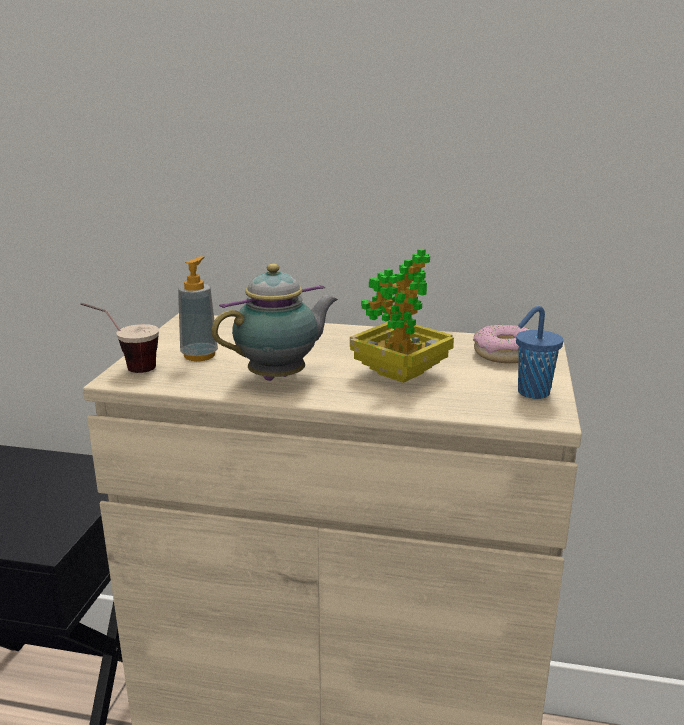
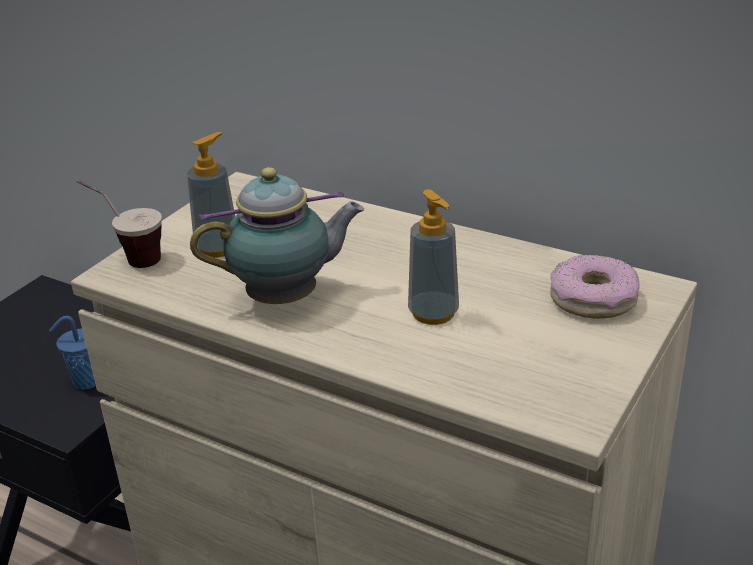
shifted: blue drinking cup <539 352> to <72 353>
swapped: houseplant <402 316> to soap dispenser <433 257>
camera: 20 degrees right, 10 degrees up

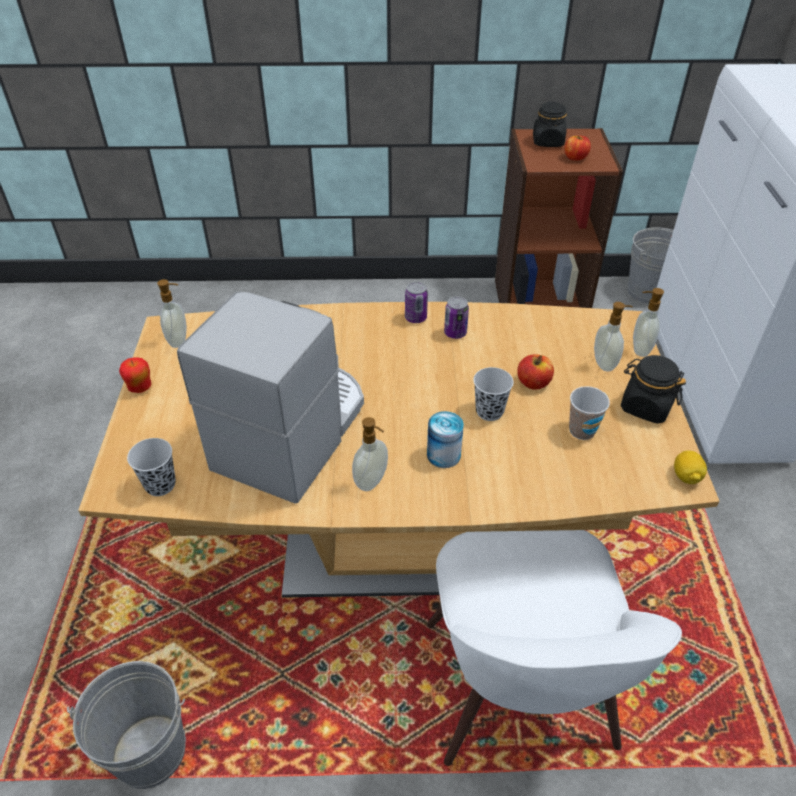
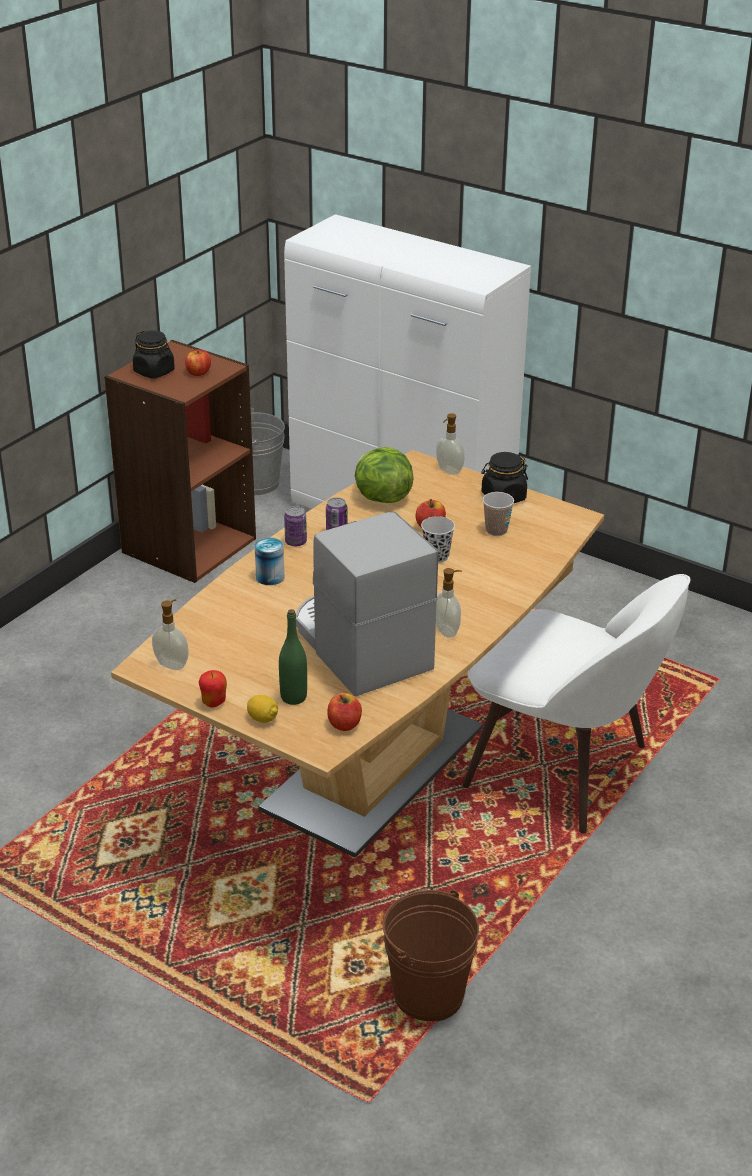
gone: soap dispenser <613 336>
new: green beverage bottle <293 657>; lettuce <384 475>
shifted: citrus fruit <690 467> to <262 709>; can <445 439> to <269 561>
swapped: black-coloured drinking cup <151 467> to apple <344 712>
repainted: gray pail <126 725> to brown-coloured pail <431 955>
camera: 55 degrees left, 10 degrees down

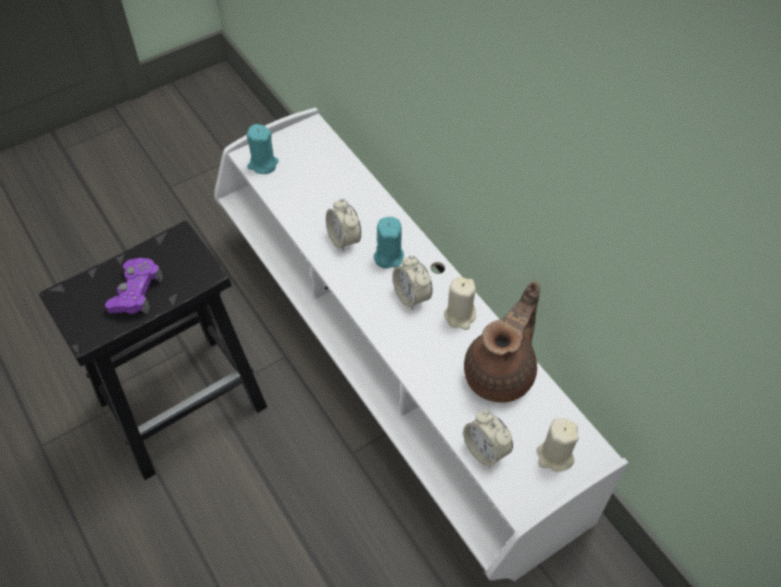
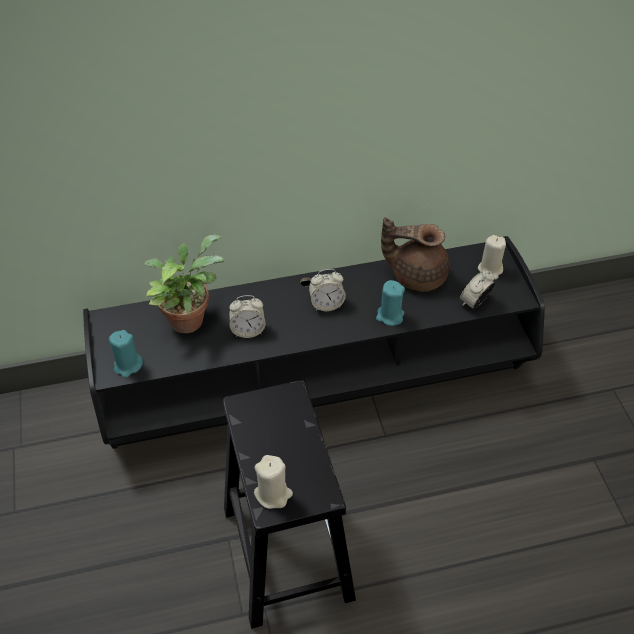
gone: purple-coloured joypad <134 286>
new: houseplant <184 283>
shifted: beige candle <460 303> to <273 482>; turquoise candle <389 243> to <390 303>
repainted: white tv unit <421 344> to black-coloured tv unit <314 342>
rotated: brown-coloured pot for tea <502 342> = <415 254> 45 degrees counterclockwise; alarm clock <488 438> = <477 290> 150 degrees clockwise
camera: 70 degrees left, 5 degrees down

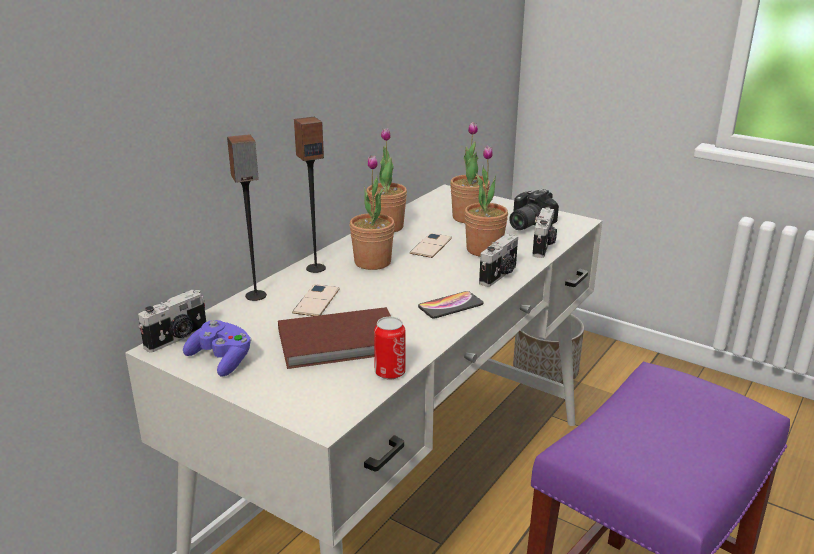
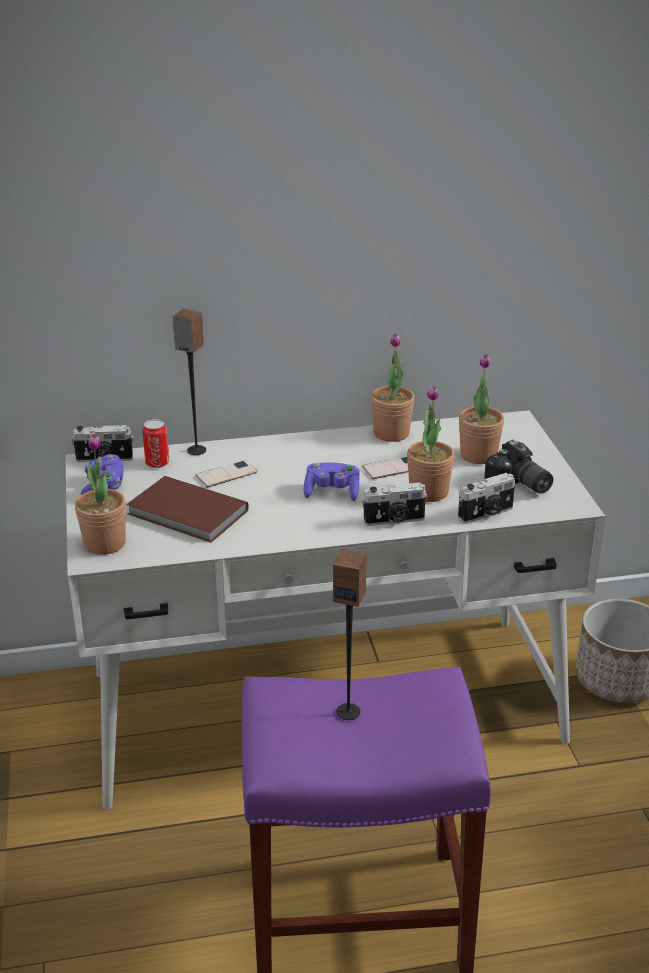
gone: handset <450 305>
new: purple-coloured joypad <332 481>
shifted: houseplant <372 212> to <100 494>; can <390 348> to <156 443>; loudspeaker <310 195> to <350 634>
rotated: photo camera <534 209> = <518 467> 120 degrees counterclockwise
camera: 45 degrees right, 5 degrees up

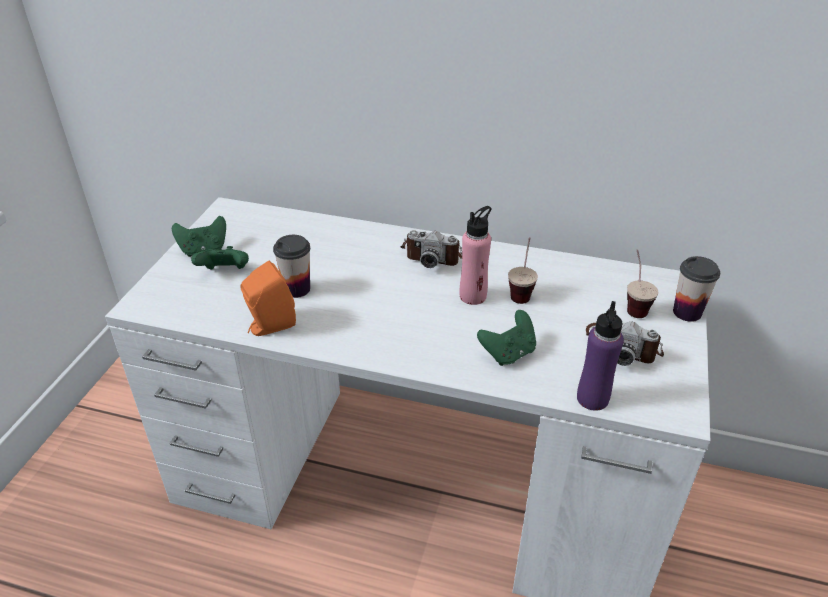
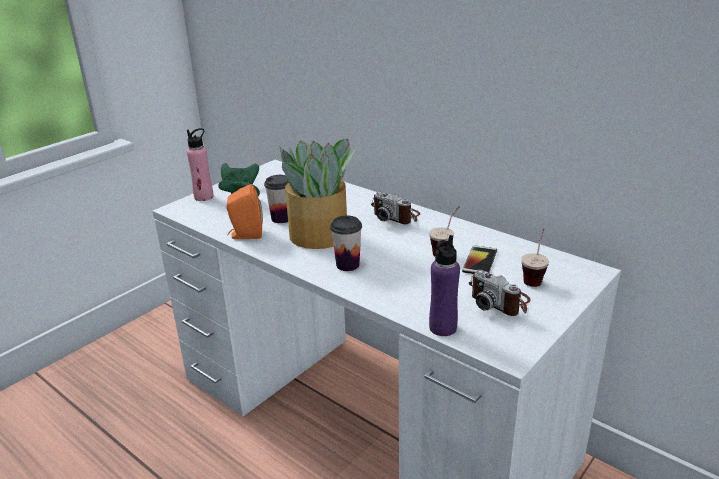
gone: green joypad <506 338>
new: houseplant <317 194>; handset <479 259>
shifted: pink-coloured beverage bottle <475 255> to <200 164>; drinking cup <696 289> to <346 243>
camera: 25 degrees right, 10 degrees down

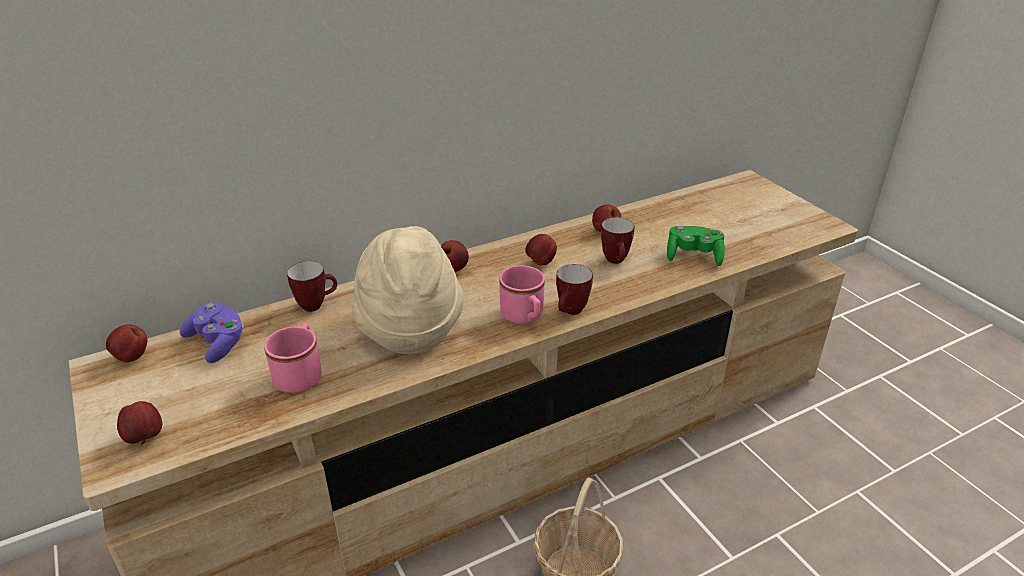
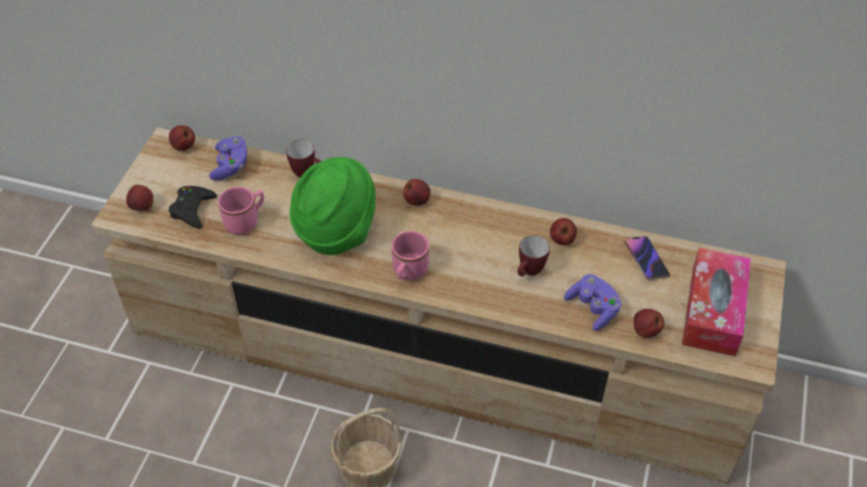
gone: tea mug <574 289>
new: black-coloured joypad <193 207>; handset <647 258>; box of tissues <716 302>
shifted: apple <541 249> to <649 323>
repainted: beige clothing hat <408 290> to green clothing hat <333 206>; green joypad <696 246> to purple-coloured joypad <593 302>
camera: 45 degrees right, 15 degrees up

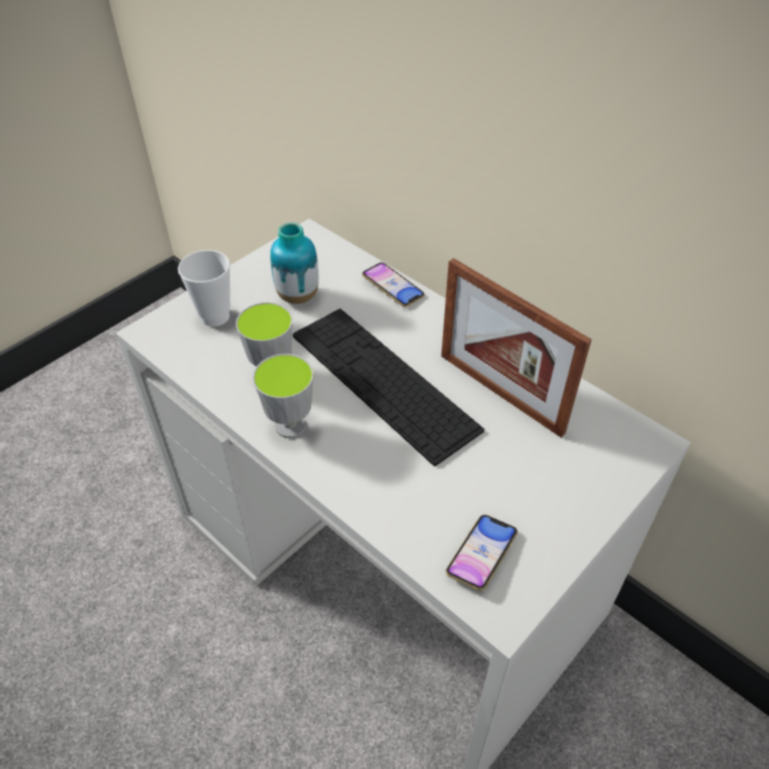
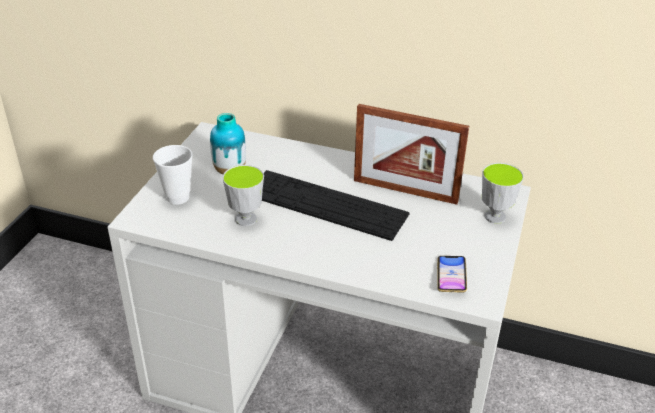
gone: handset <393 284>
shifted: drinking cup <283 396> to <503 193>
camera: 25 degrees left, 10 degrees down

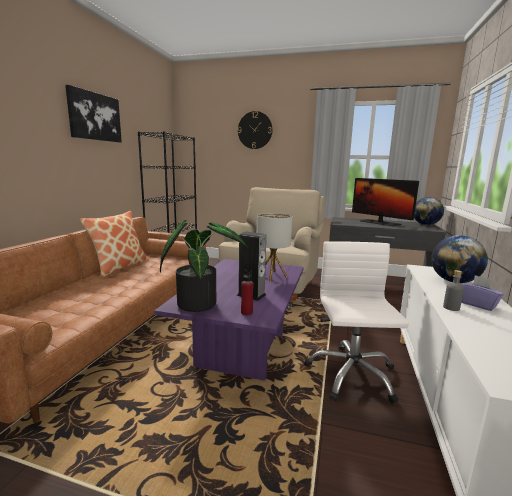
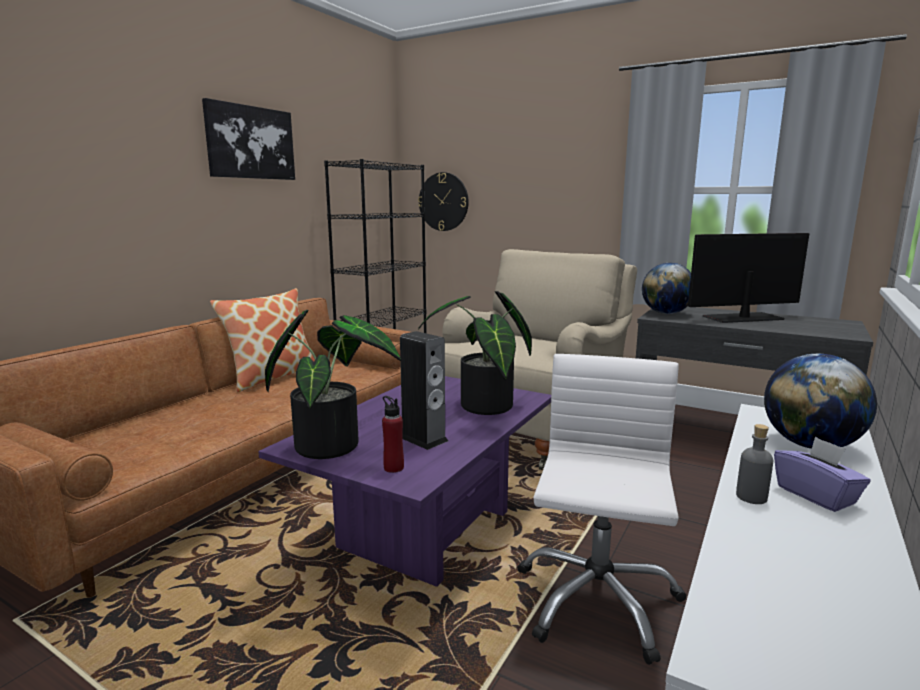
shifted: clock on the wall <255 130> to <443 201>; world globe <429 211> to <666 288>
swapped: lamp for a table <274 247> to houseplant <475 353>
rotated: computer display <385 202> = <748 278> 105 degrees clockwise
camera: 15 degrees right, 0 degrees up

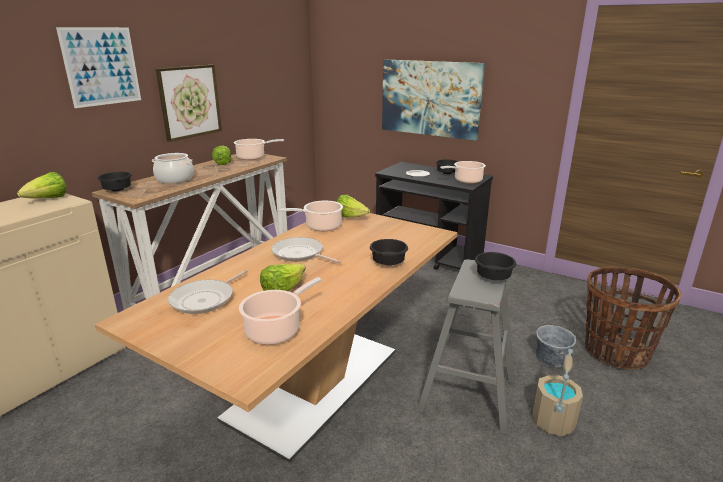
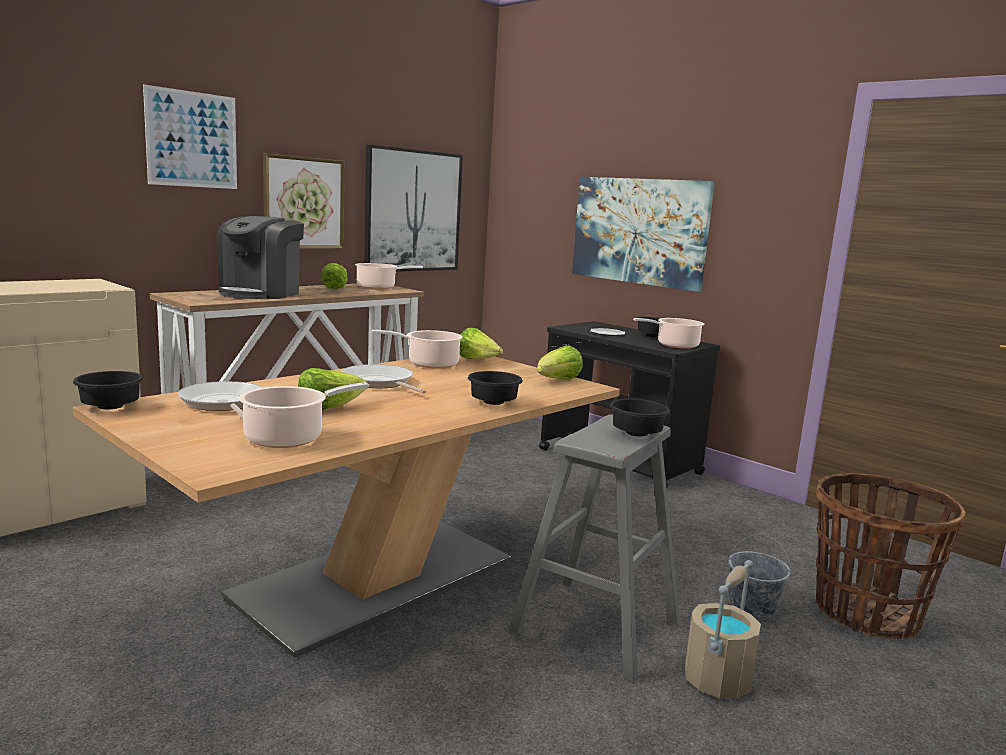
new: picture <413 208>
shifted: black-coloured bowl <114 181> to <108 390>; lettuce <42 185> to <560 362>
swapped: cooking pot <173 168> to coffee brewer <260 257>
rotated: pan <208 292> = <220 399> 105 degrees clockwise
camera: 10 degrees right, 10 degrees down

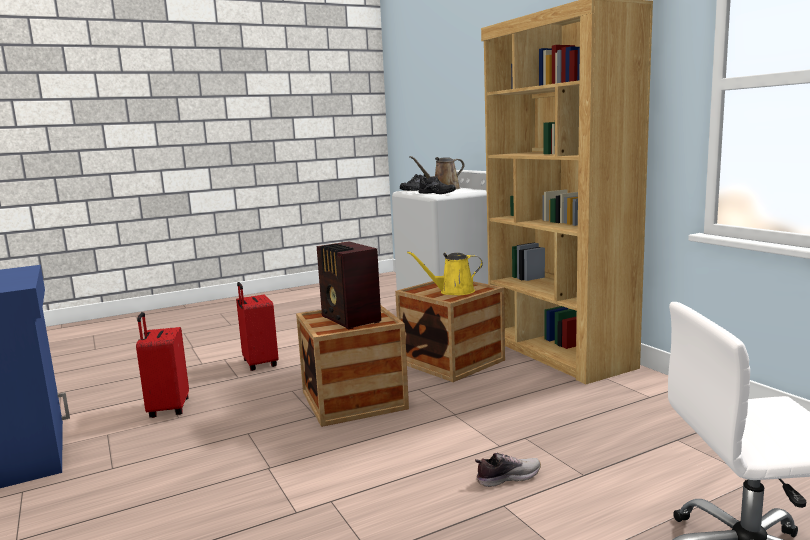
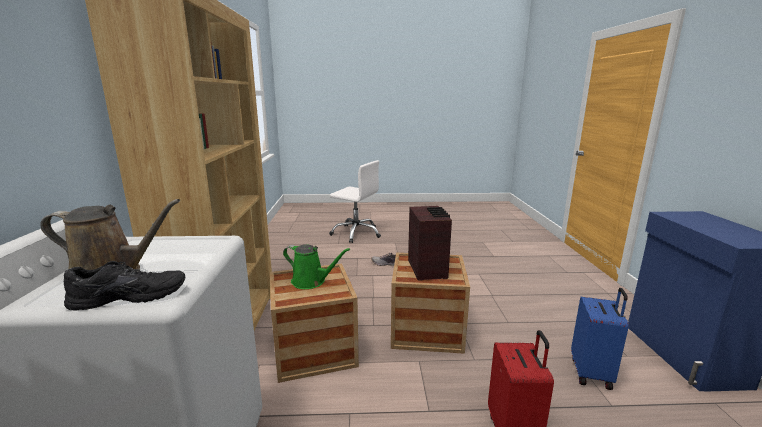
gone: black-coloured low shoe <437 185>
repainted: yellow-coloured watering pot <445 273> to green watering pot <316 266>; red-coloured travel case <162 365> to blue travel case <600 339>
camera: 155 degrees left, 5 degrees up

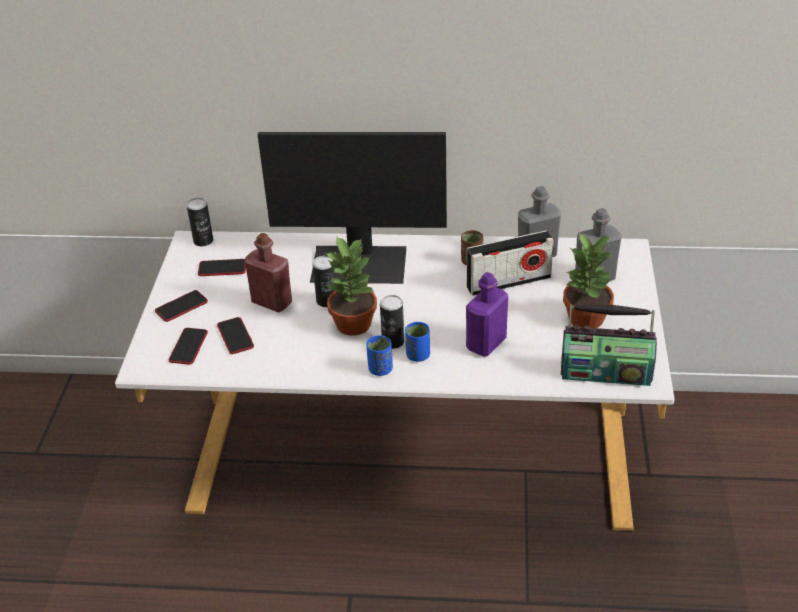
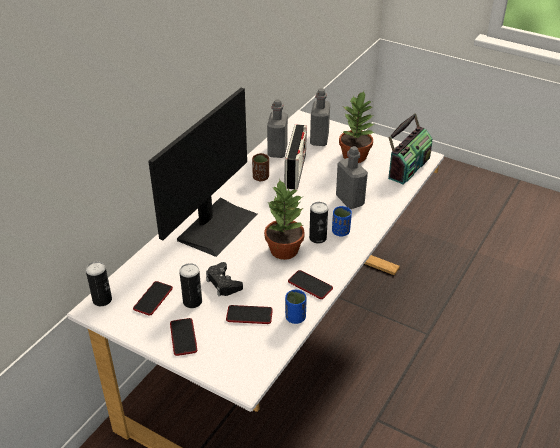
shifted: can <324 281> to <190 285>; blue drinking cup <379 355> to <296 306>; handset <188 346> to <310 284>
swapped: red-coloured beverage bottle <268 272> to black-coloured joypad <224 279>
repainted: purple-coloured beverage bottle <487 314> to gray beverage bottle <352 177>
camera: 65 degrees left, 0 degrees up

